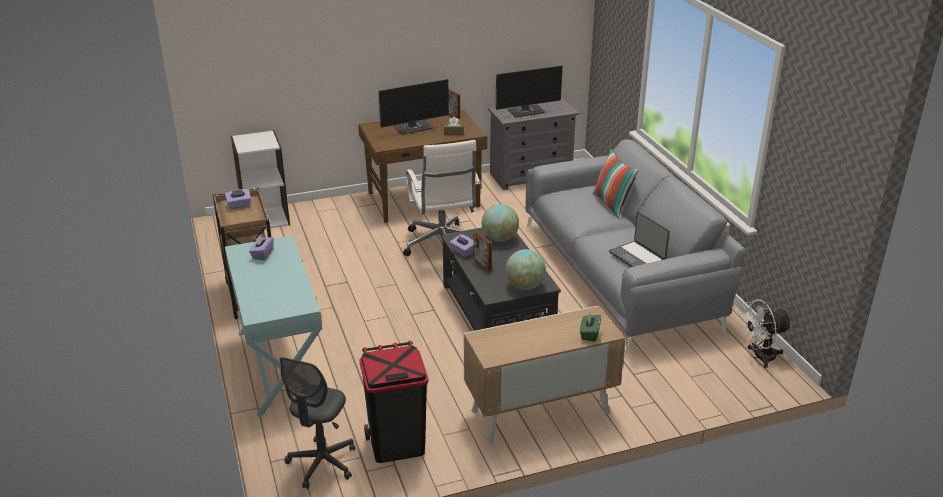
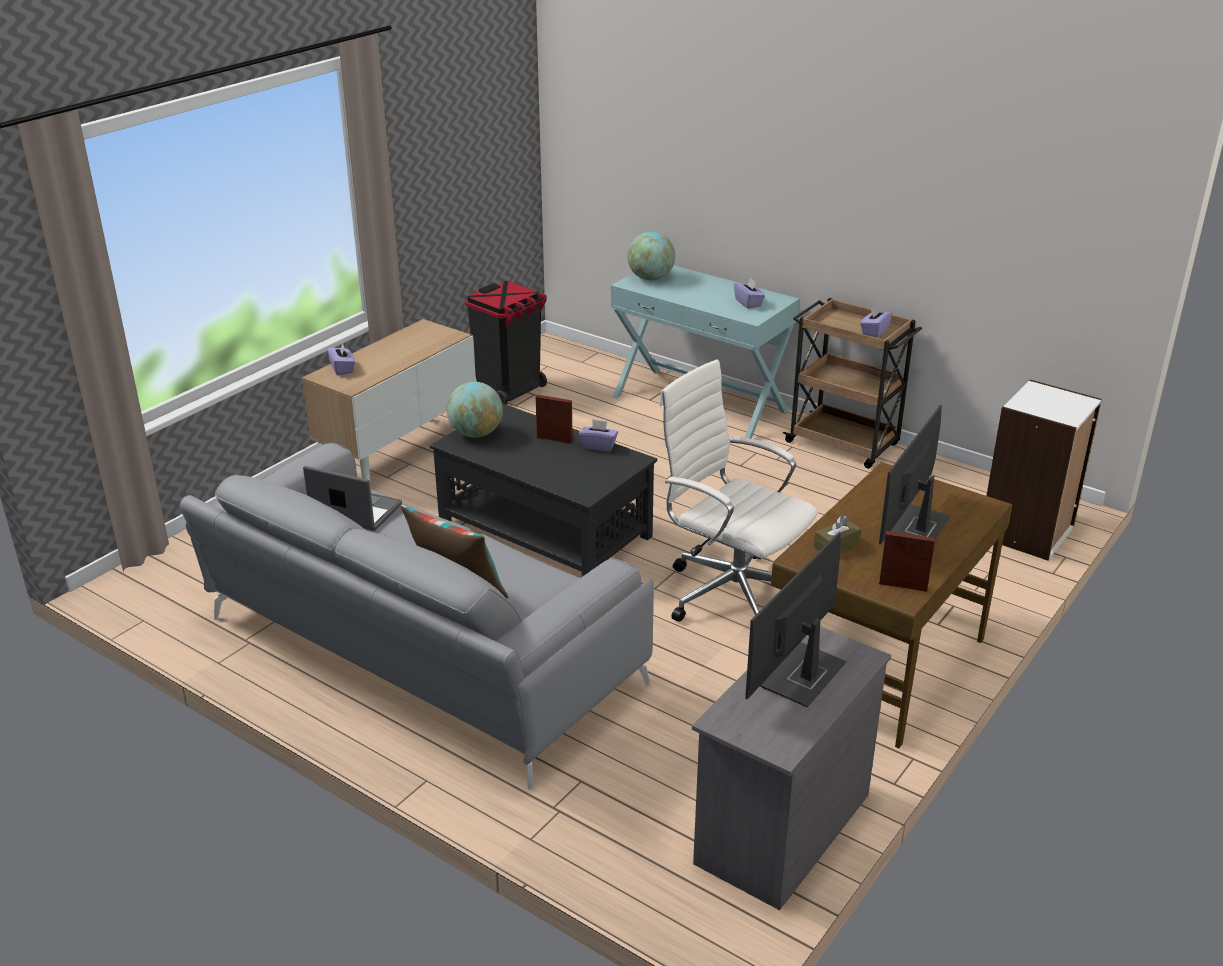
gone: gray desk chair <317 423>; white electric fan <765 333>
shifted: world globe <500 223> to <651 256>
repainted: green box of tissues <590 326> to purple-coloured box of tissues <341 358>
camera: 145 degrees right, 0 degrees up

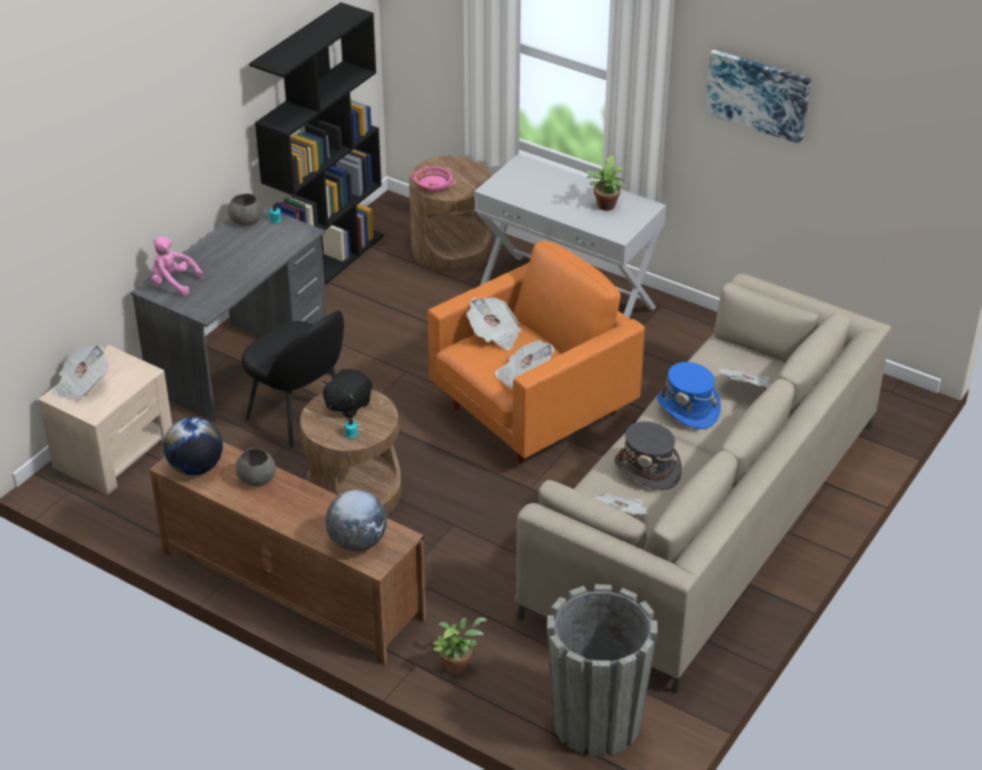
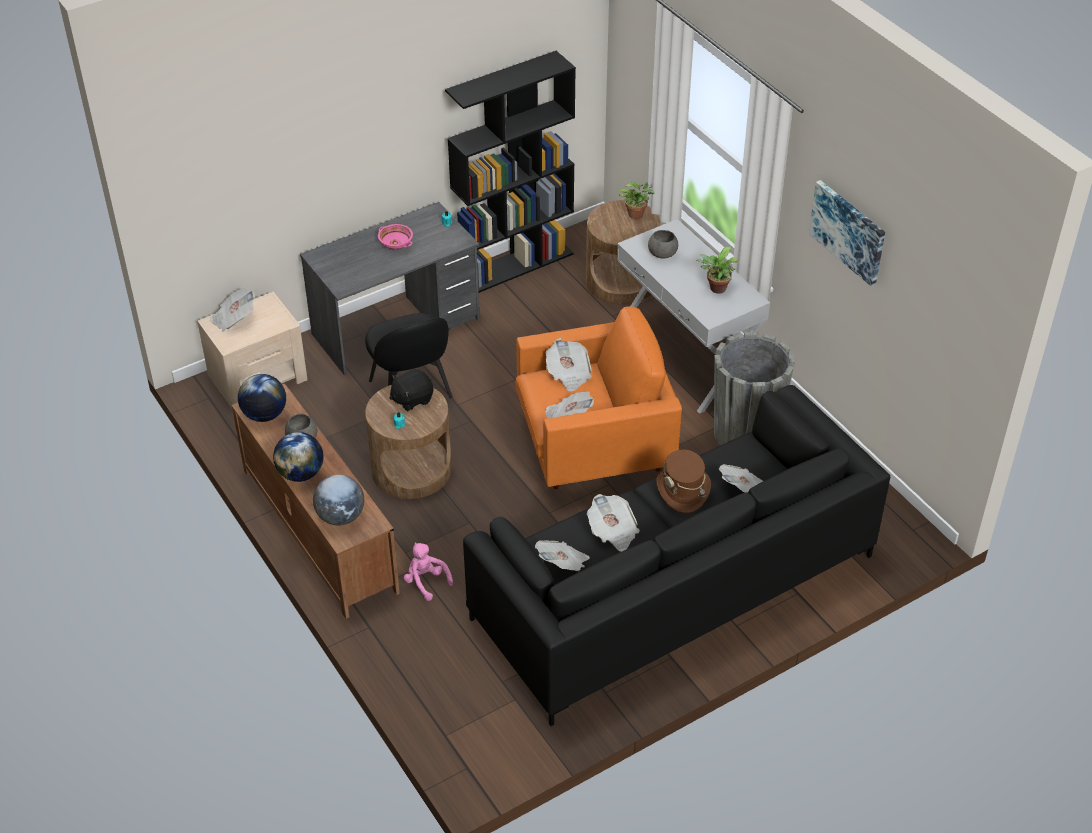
new: world globe <298 457>
shifted: pink-coloured bowl <433 179> to <395 236>; pink-coloured soft toy <177 266> to <428 571>; houseplant <460 645> to <637 200>; gray bowl <245 209> to <663 244>; gray flower pot <602 670> to <754 388>
swapped: gray clothing hat <648 455> to printed paper <613 523>
repainted: beige sofa <703 484> to black-coloured sofa <676 555>; blue clothing hat <689 395> to brown-coloured clothing hat <683 481>
camera: 25 degrees right, 5 degrees up

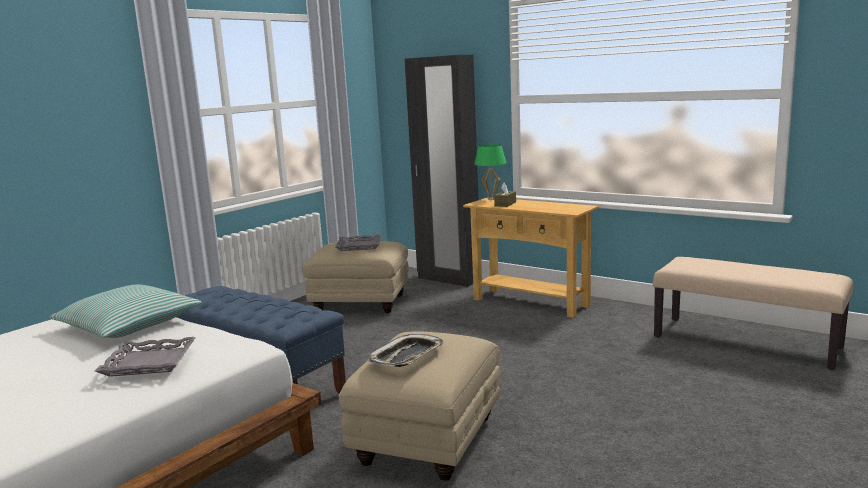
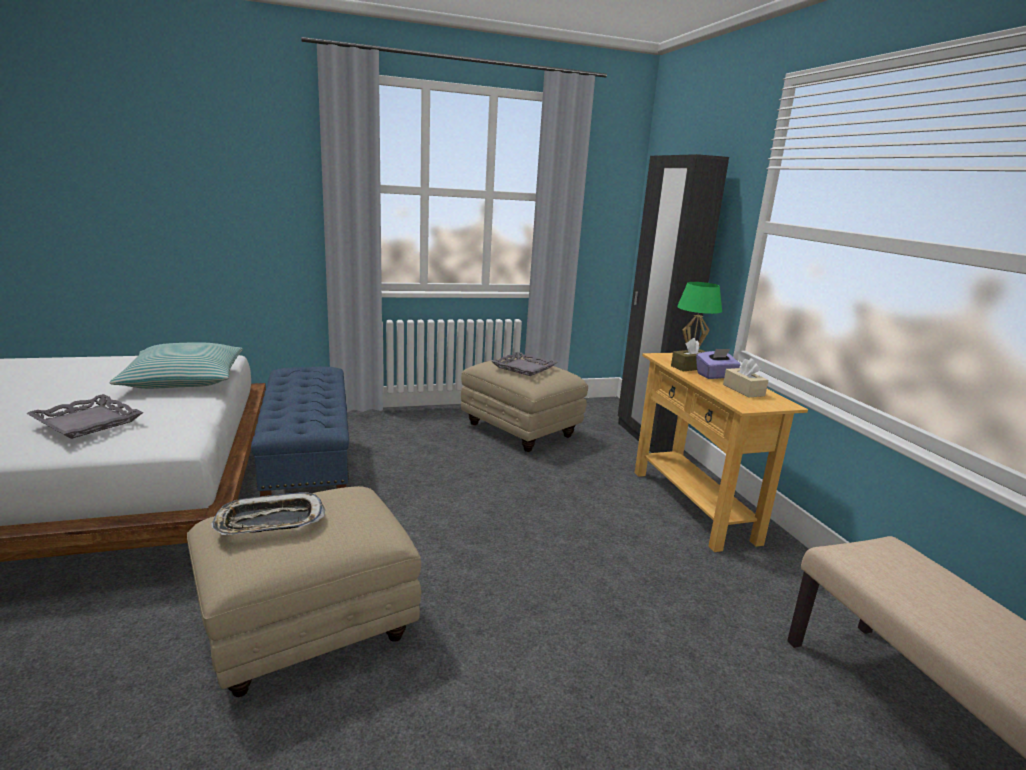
new: purple-coloured box of tissues <718 364>; beige box of tissues <745 378>
camera: 35 degrees right, 5 degrees up

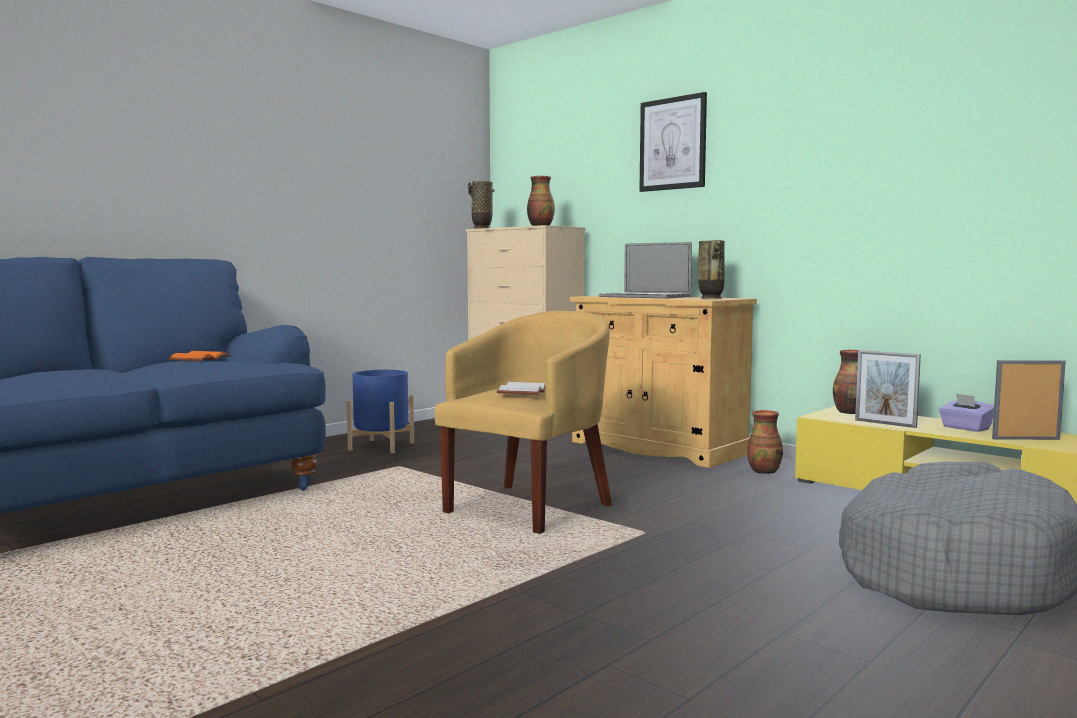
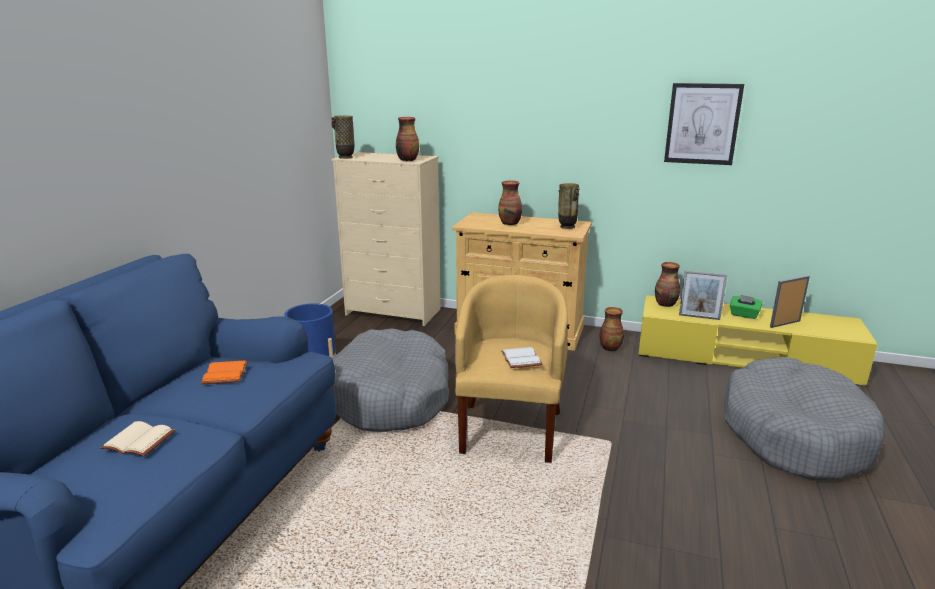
new: beige bound book <137 438>; gray pet bed <390 380>
shifted: picture <673 142> to <704 124>
swapped: portable computer <645 270> to vase <510 203>
repainted: purple-coloured box of tissues <966 412> to green box of tissues <746 307>
camera: 25 degrees left, 15 degrees up

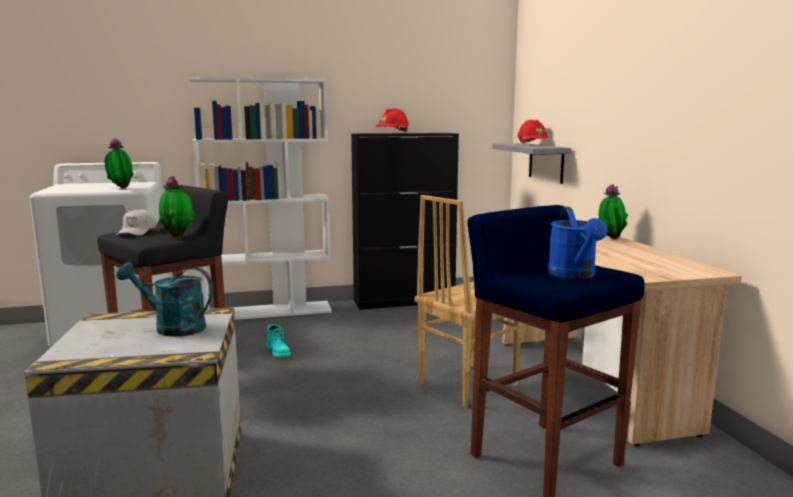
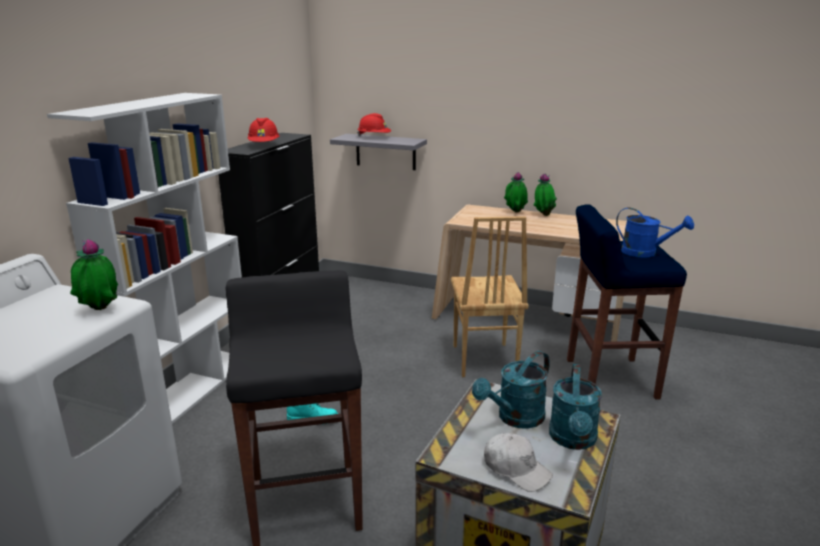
new: turquoise watering pot <575 407>
shifted: white cap <136 222> to <518 462>; houseplant <177 206> to <545 194>
camera: 55 degrees left, 10 degrees up

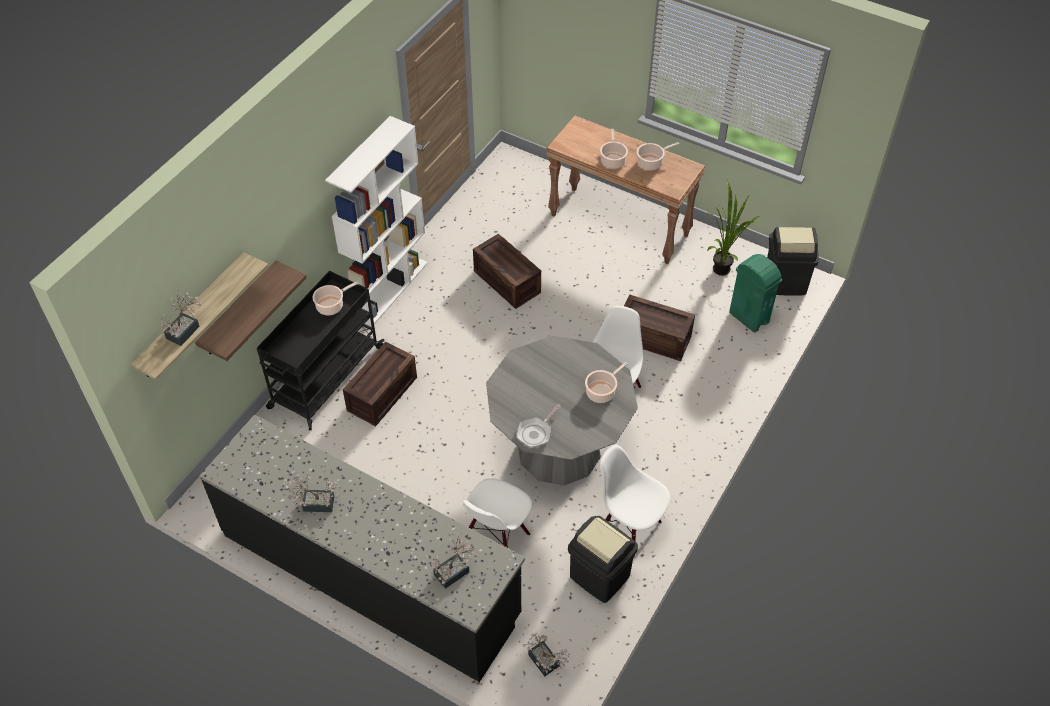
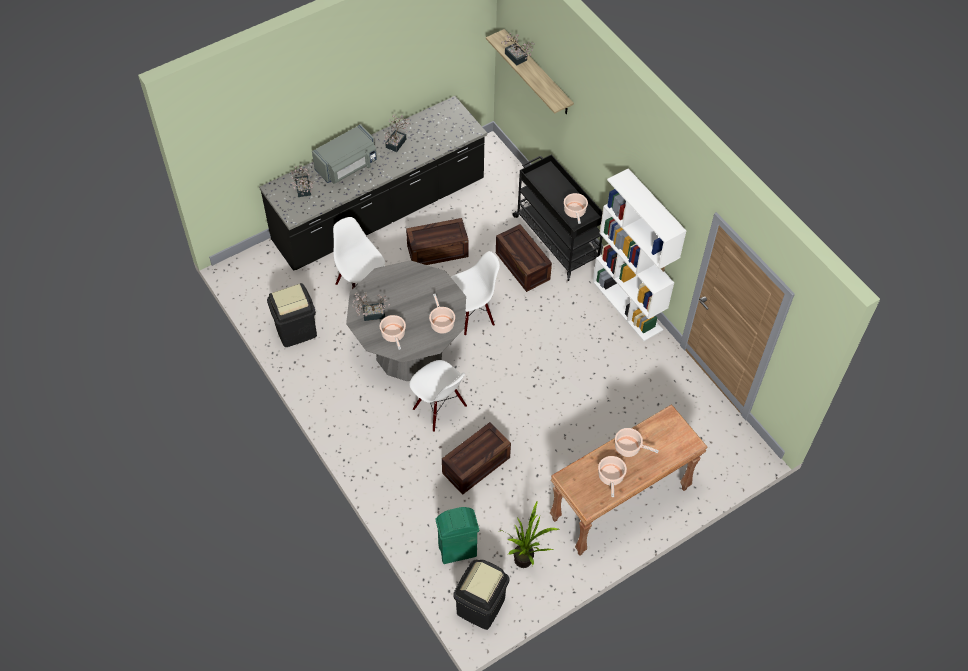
gone: bracket shelf <251 310>; pan <539 426>
new: gray microwave oven <344 154>; cooking pot <442 314>
shifted: houseplant <546 654> to <371 306>; packing crate <507 271> to <437 241>; white chair <635 501> to <475 293>
camera: 115 degrees right, 5 degrees up

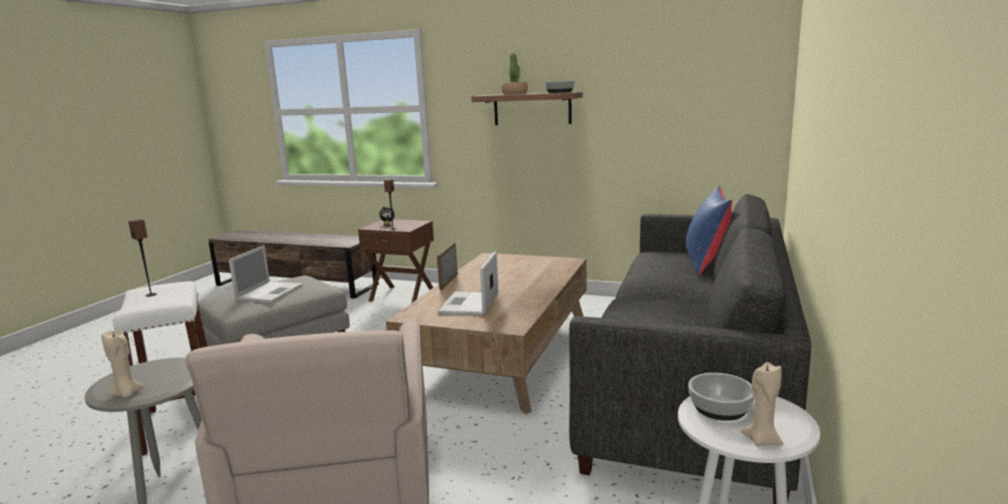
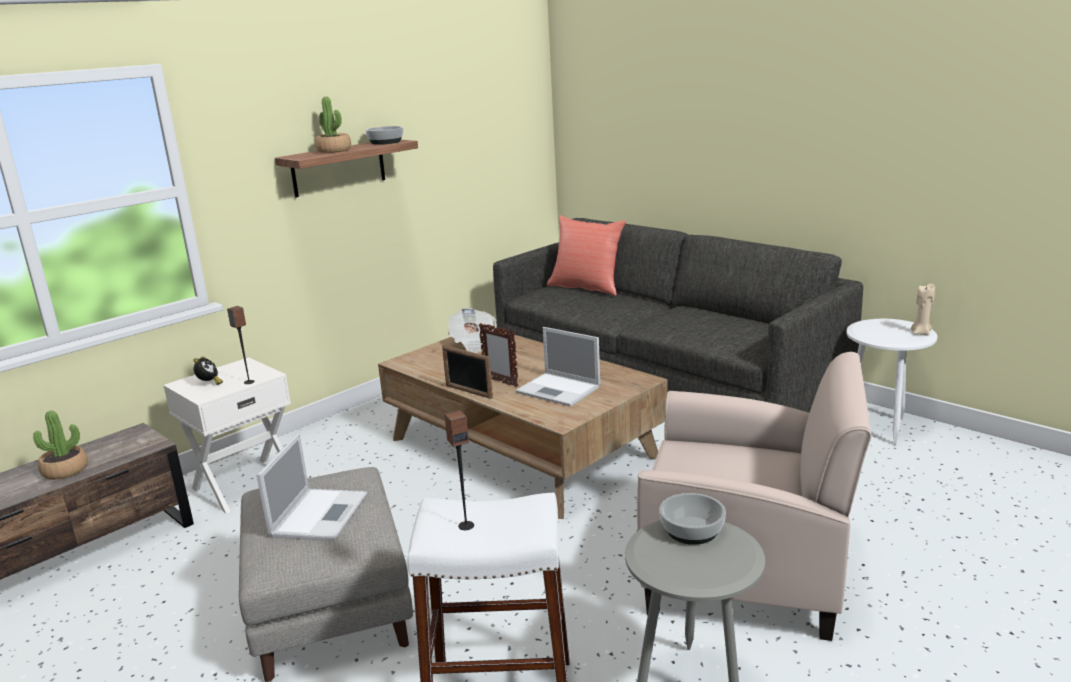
gone: beige candle <123 363>
new: houseplant <60 445>; printed paper <472 330>; picture frame <498 355>
shifted: bowl <721 397> to <692 519>
repainted: brown-coloured bedside table <396 261> to white bedside table <227 435>; blue pillow <709 231> to red-coloured pillow <586 255>
rotated: portable computer <266 274> = <312 487> 60 degrees clockwise
camera: 65 degrees left, 5 degrees up

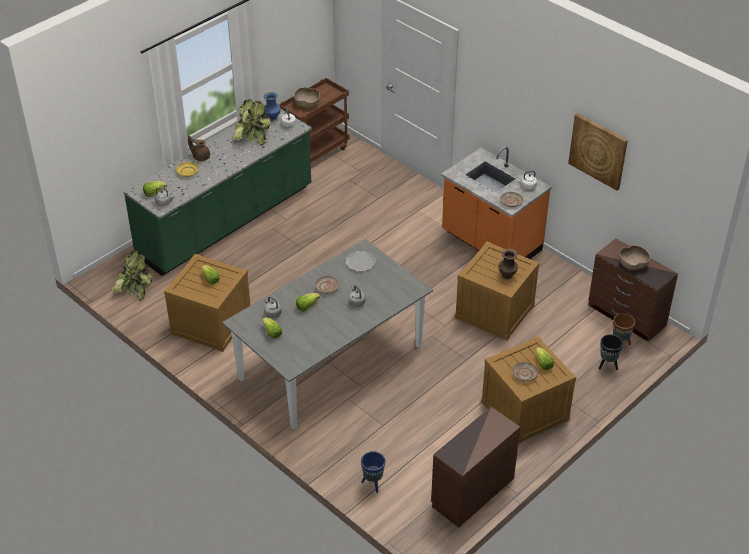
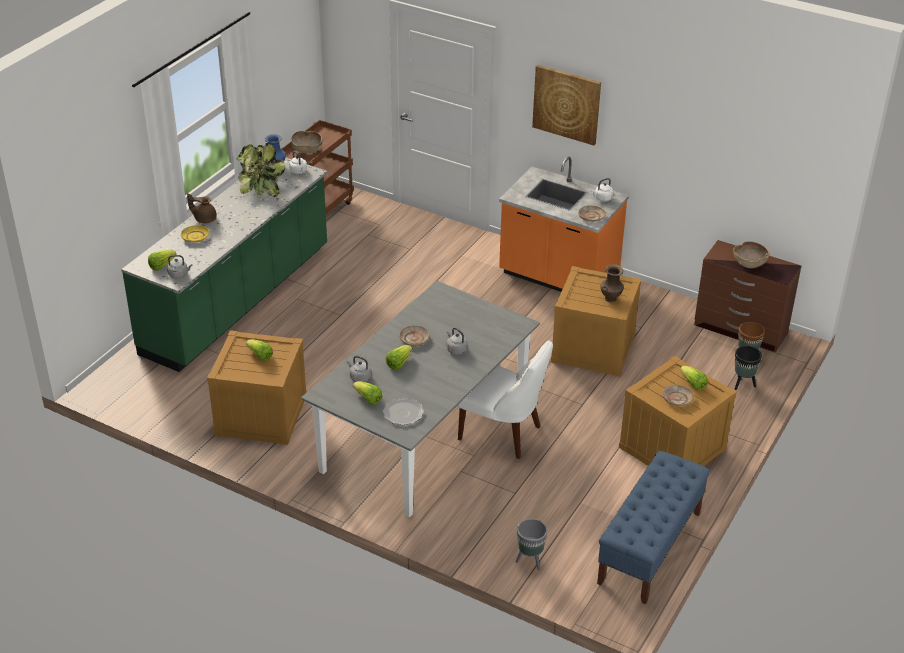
gone: houseplant <133 275>
new: white chair <505 400>
shifted: plate <361 261> to <403 411>; picture <598 152> to <566 105>
swapped: brown-coloured dresser <475 467> to blue long seat <653 527>
repainted: blue flower pot <373 472> to gray flower pot <532 544>
camera: 15 degrees left, 5 degrees down

